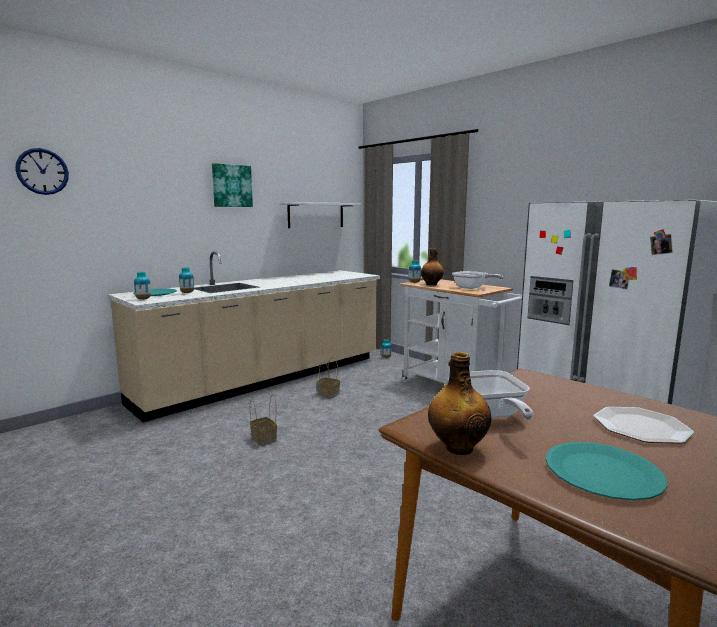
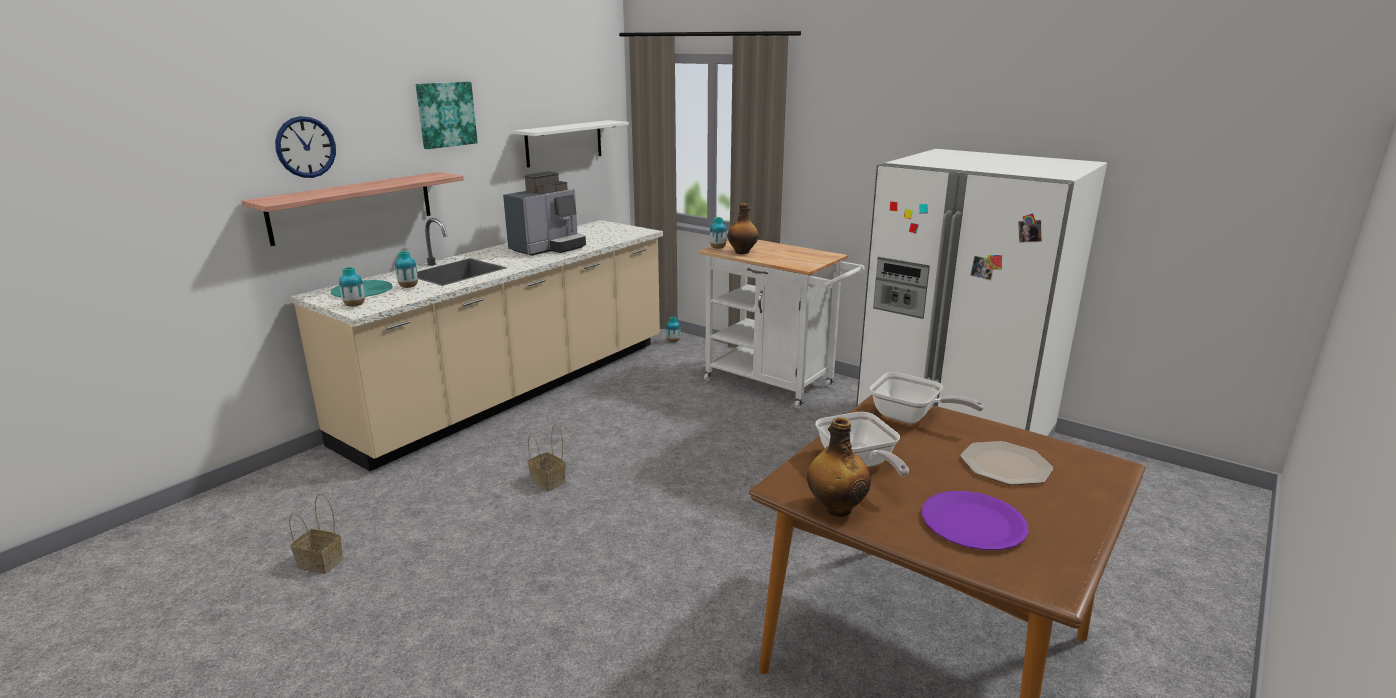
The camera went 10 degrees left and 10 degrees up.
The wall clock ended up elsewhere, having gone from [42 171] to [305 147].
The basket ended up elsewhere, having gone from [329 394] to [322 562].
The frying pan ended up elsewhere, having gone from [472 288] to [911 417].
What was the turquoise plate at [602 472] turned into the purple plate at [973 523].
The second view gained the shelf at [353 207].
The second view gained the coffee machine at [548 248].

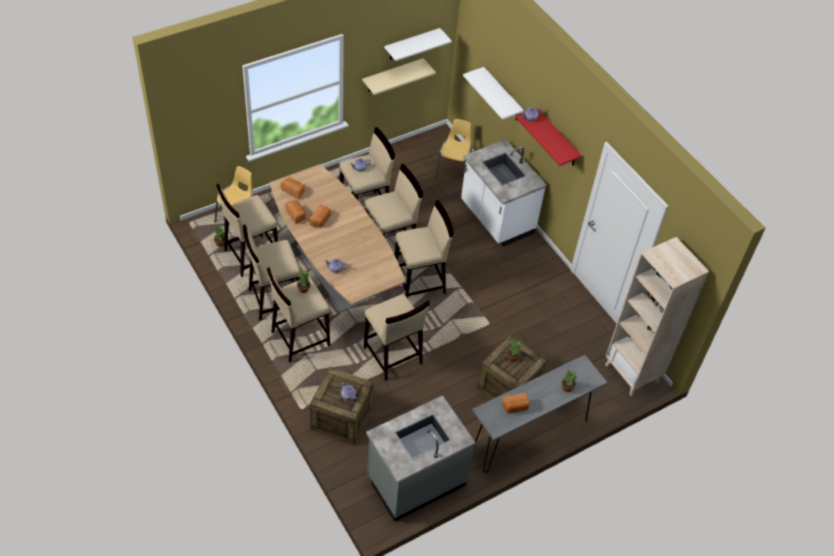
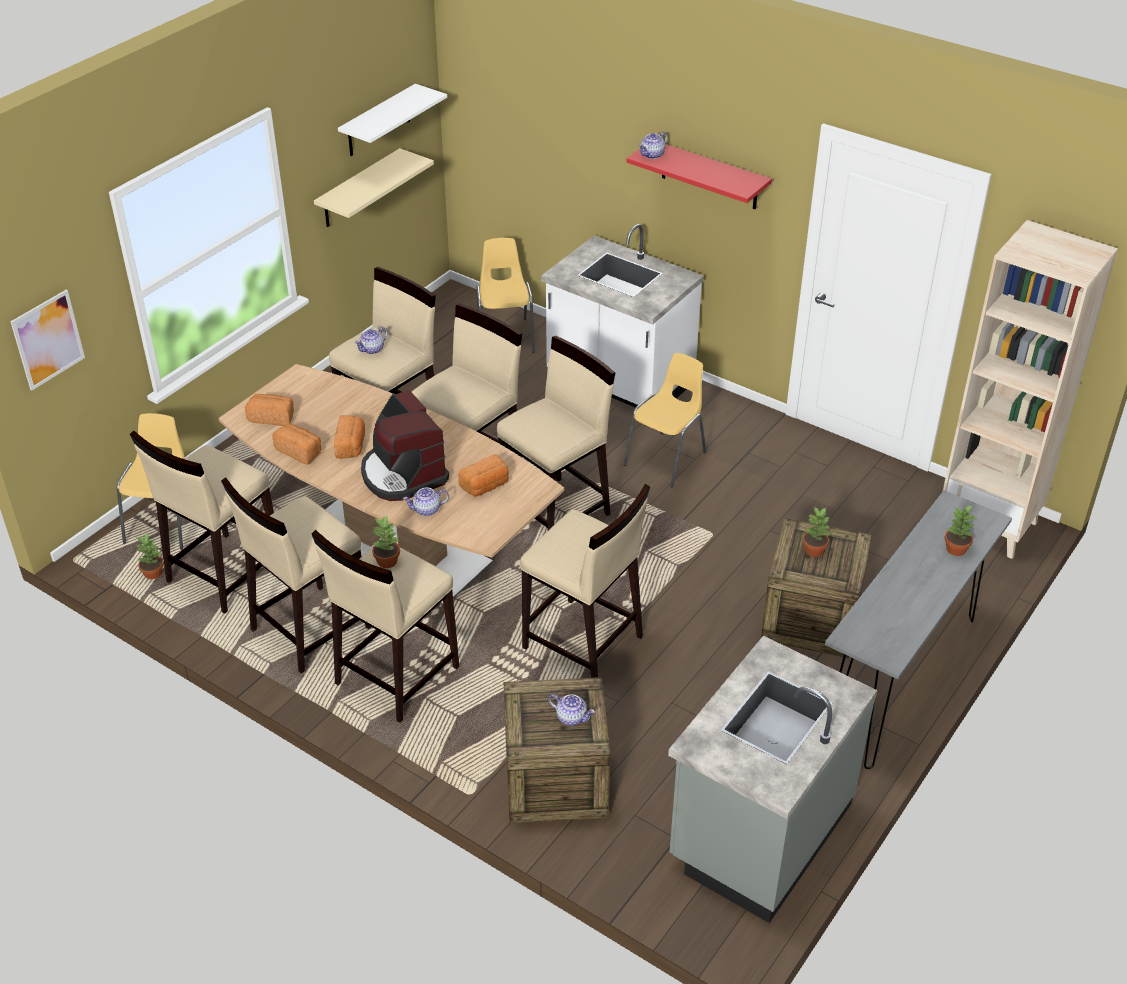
The camera went 20 degrees left and 10 degrees down.
The second view lost the white shelf at [502 95].
The bread ended up elsewhere, having gone from [515 407] to [486 486].
The second view gained the picture at [48 339].
The second view gained the coffee machine at [403 474].
The second view gained the yellow chair at [666 459].

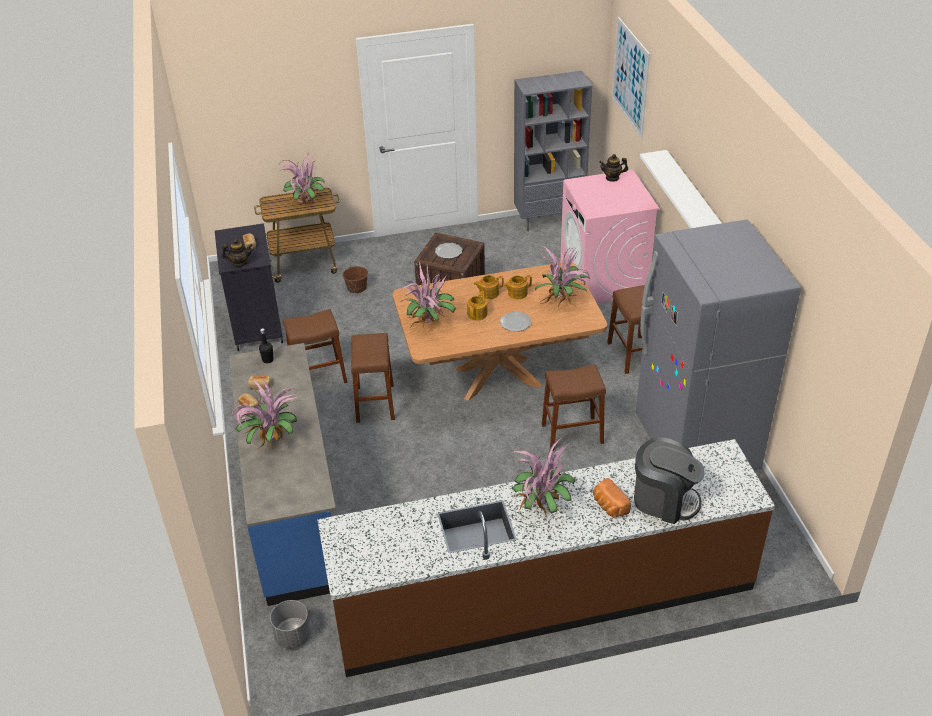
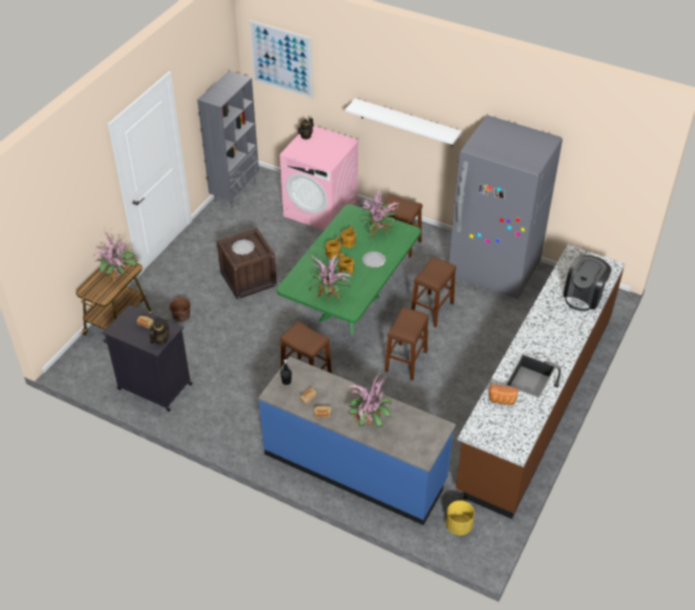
The camera went 50 degrees left and 5 degrees up.
What was the grey planter at [293 636] turned into the yellow planter at [459 526].
The brown stool ended up elsewhere, having gone from [318 377] to [406 361].
What was the brown dining table at [498 377] turned into the green dining table at [350 308].
The second view lost the potted plant at [541 507].
The bread ended up elsewhere, having gone from [609 506] to [502 401].
The coffee machine at [664 500] ended up facing another way, 150 degrees clockwise from before.

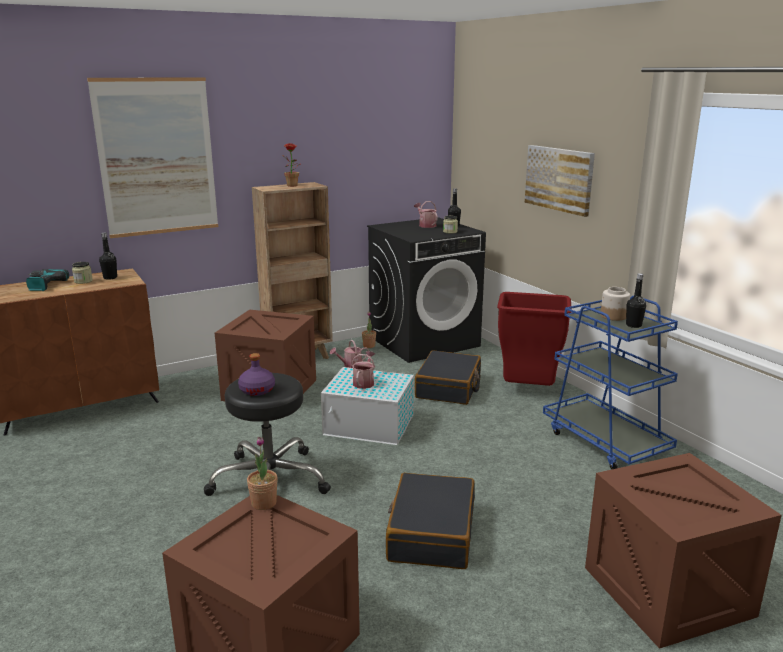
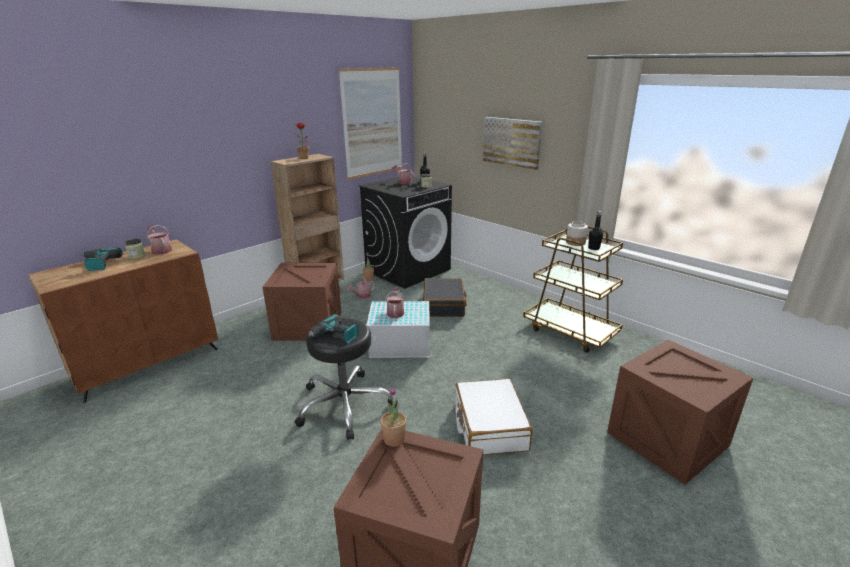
The camera went 15 degrees left and 5 degrees up.
The picture ended up elsewhere, having gone from [157 157] to [372 123].
Where the black bottle stood at [110 278], the watering can came to stand at [161 250].
Where the purple bottle stood at [257 390], the power drill came to stand at [335 336].
What was the black suitcase at [431 533] turned into the white suitcase at [489 426].
The second view lost the red trash can at [527 392].
What was the blue cart at [605 441] turned into the brown cart at [570 331].

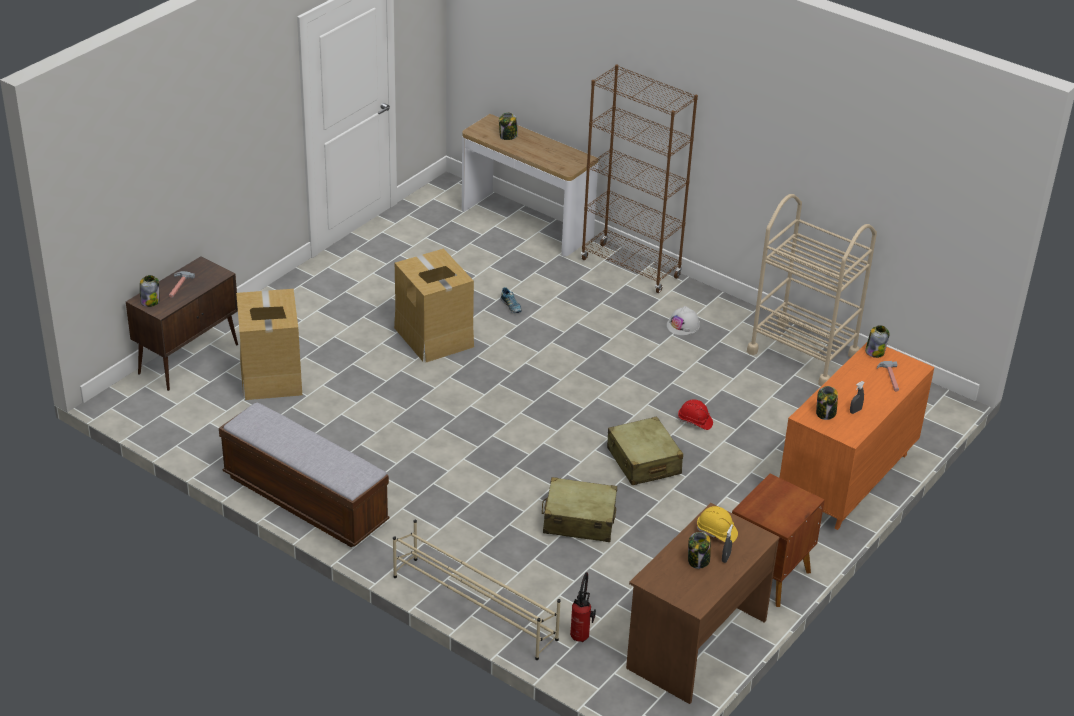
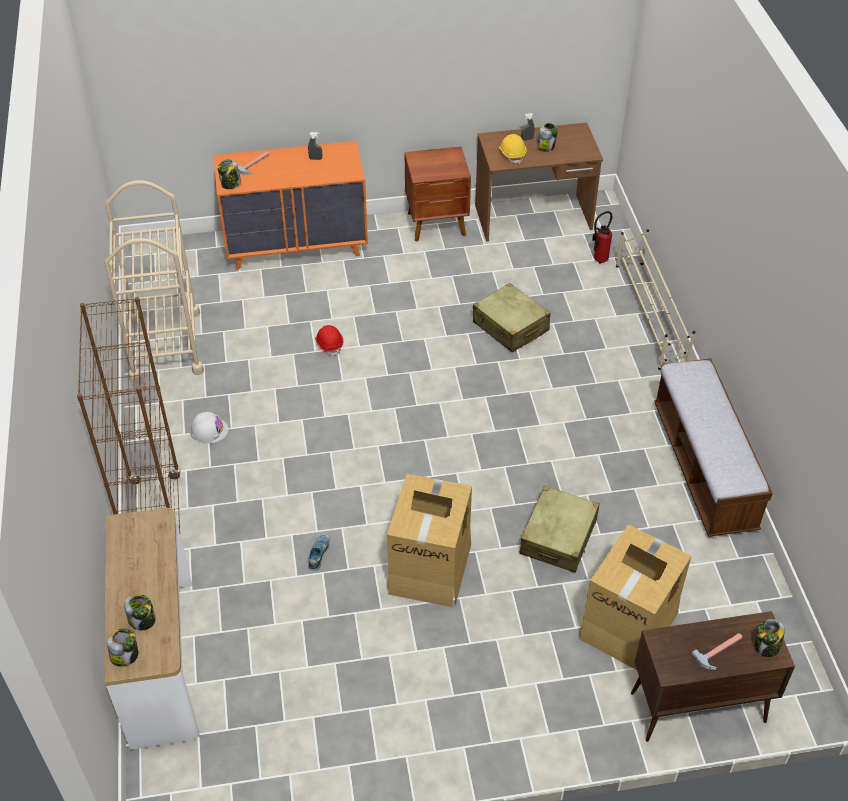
The camera went 135 degrees left and 10 degrees up.
The beige suitcase ended up elsewhere, having gone from [643 461] to [558 537].
The jar ended up elsewhere, having gone from [825 413] to [125 655].

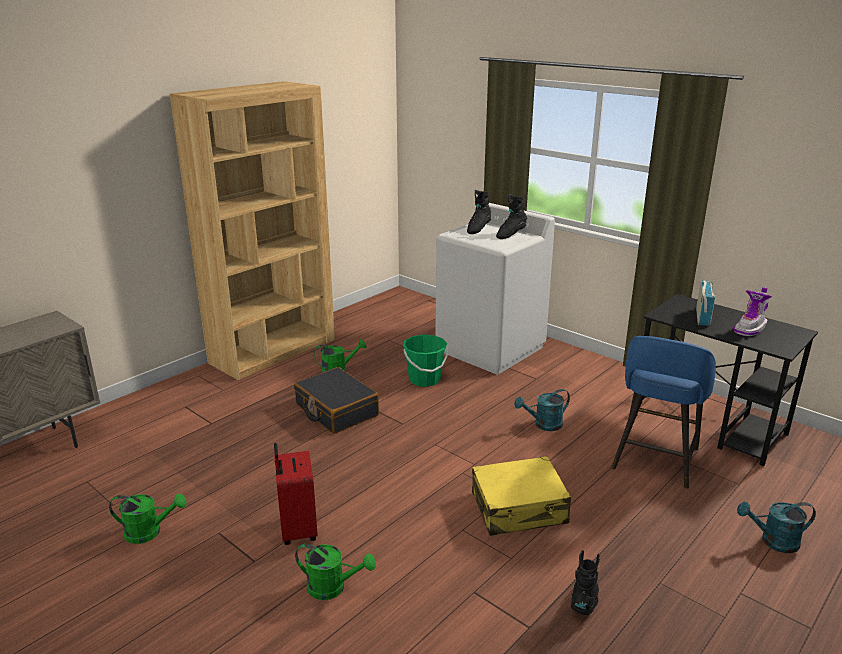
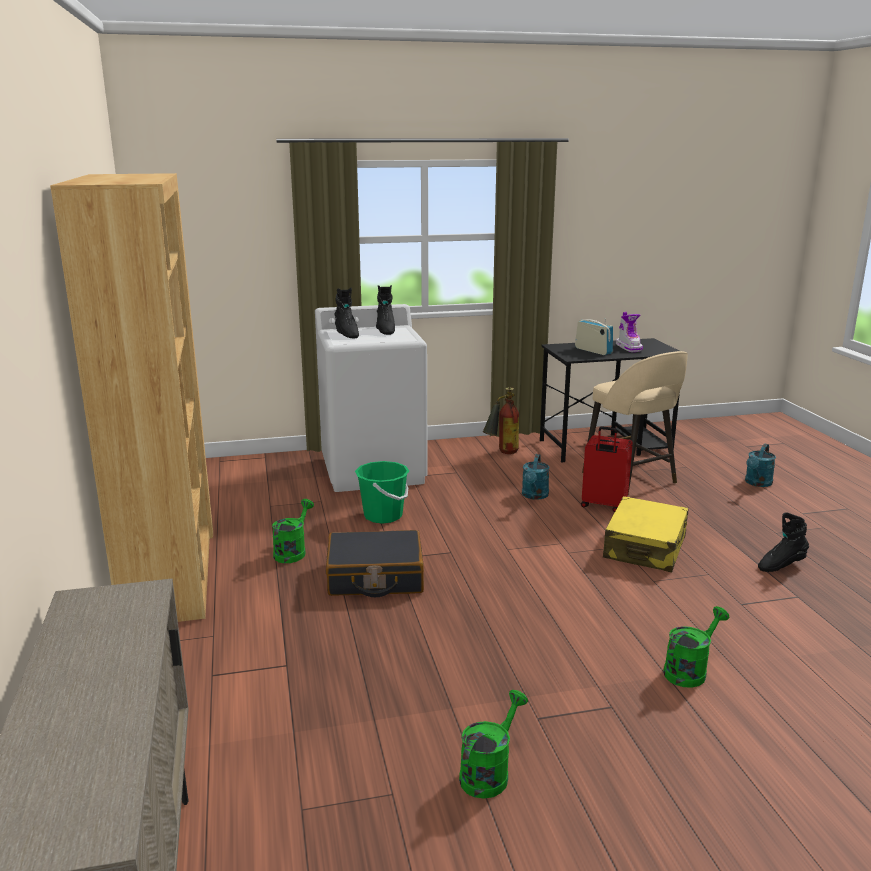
The camera went 55 degrees left and 5 degrees down.
The red suitcase ended up elsewhere, having gone from [297 530] to [603 505].
The black boot at [584 602] ended up facing another way, 75 degrees counterclockwise from before.
What was the blue stool at [654 460] turned into the beige stool at [630 479].
The second view gained the fire extinguisher at [502 453].

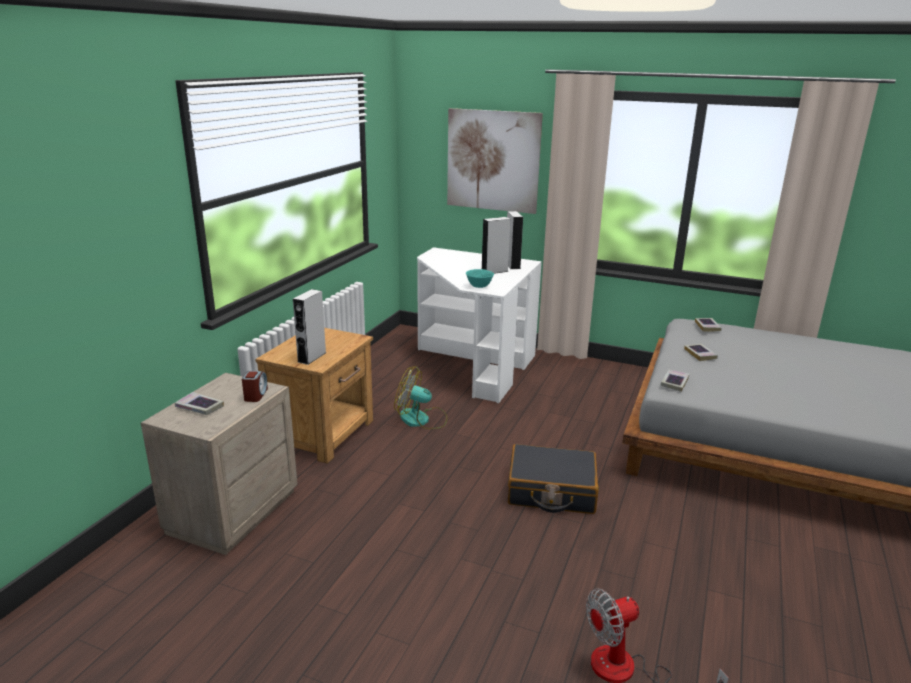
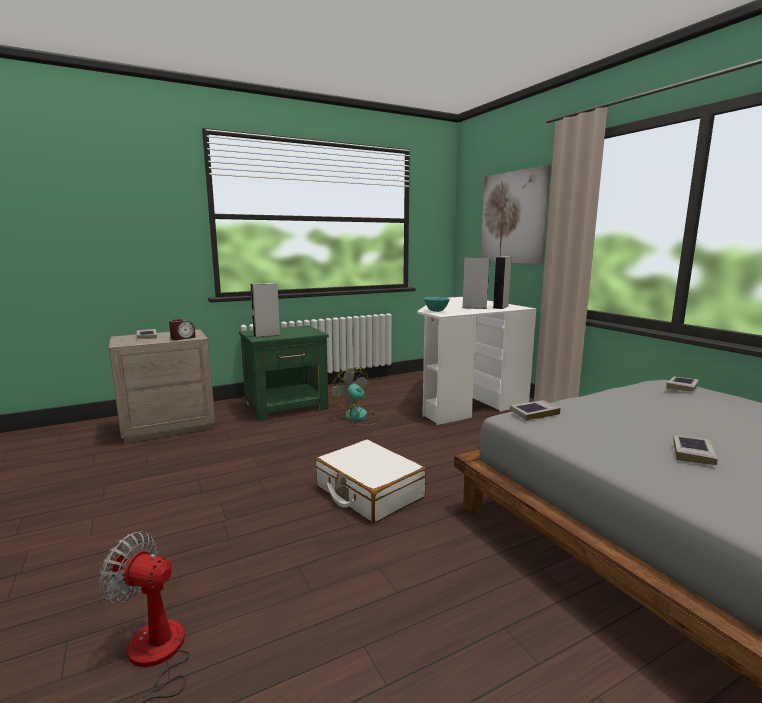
The camera went 40 degrees right and 10 degrees down.
What was the brown nightstand at [323 433] turned into the green nightstand at [287 406].
What was the black suitcase at [551 491] turned into the white suitcase at [369 492].
The book ended up elsewhere, having gone from [700 354] to [693 454].

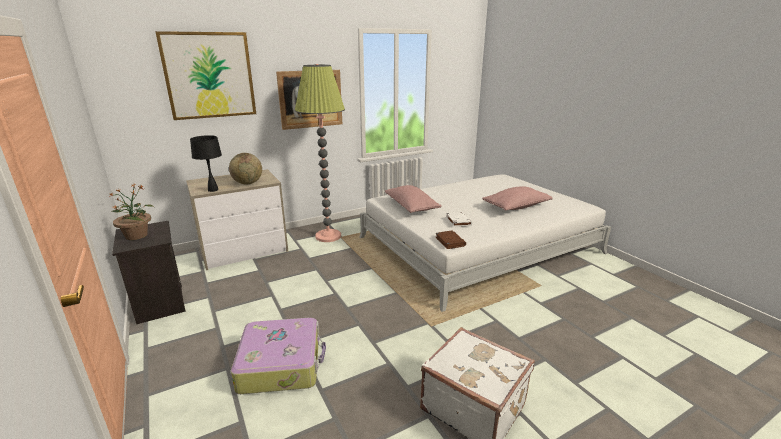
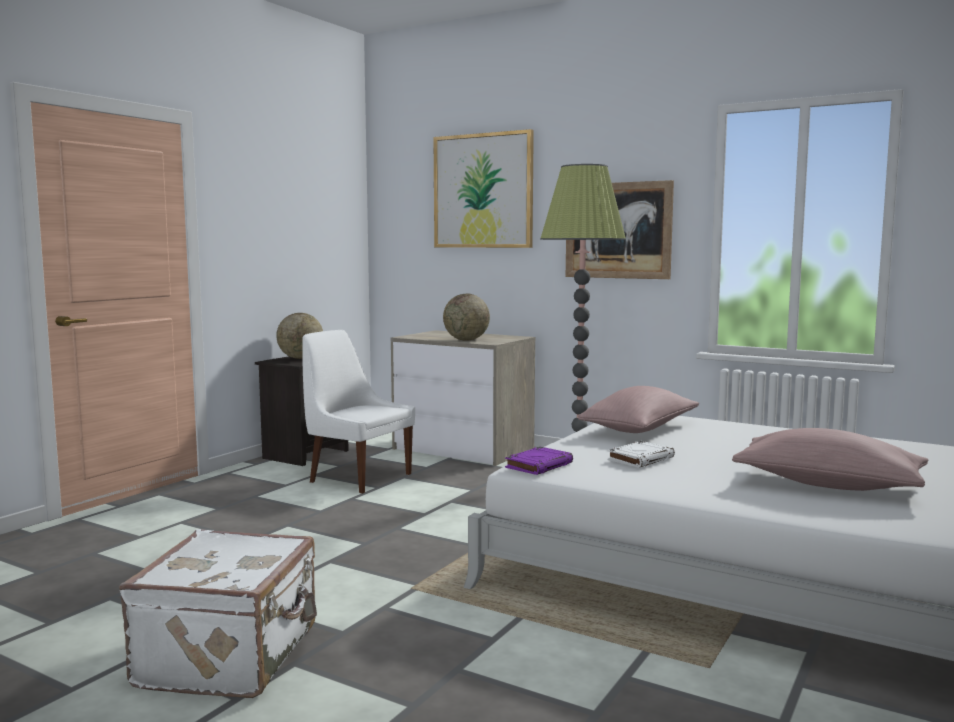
The camera went 60 degrees right and 15 degrees down.
Where the potted plant stood at [137 235], the globe came to stand at [300 358].
The second view lost the black table lamp at [213 190].
The second view lost the suitcase at [281 364].
What was the brown book at [449 241] turned into the purple book at [539 465].
The second view gained the white chair at [357 478].

